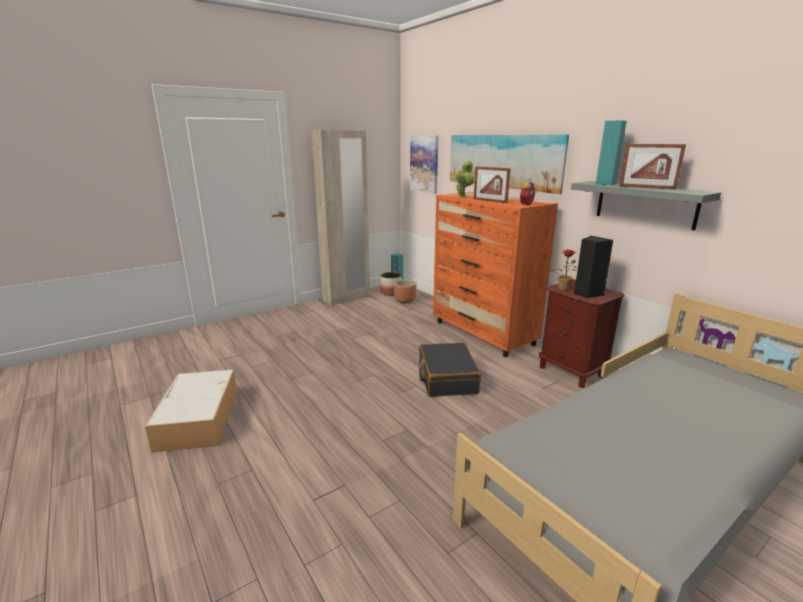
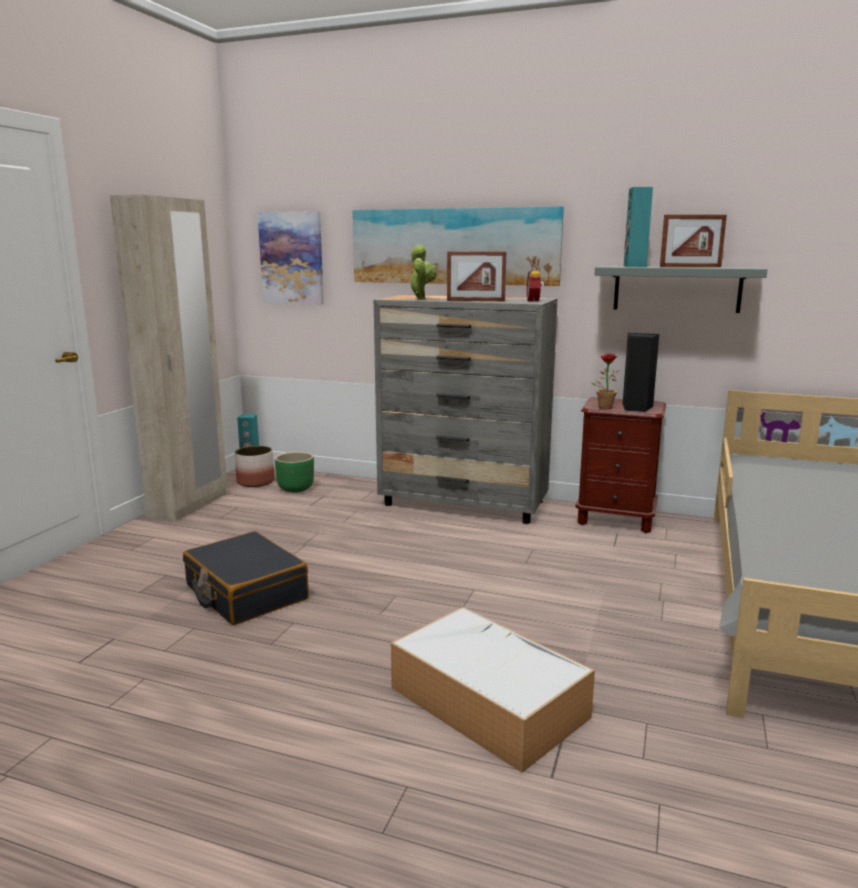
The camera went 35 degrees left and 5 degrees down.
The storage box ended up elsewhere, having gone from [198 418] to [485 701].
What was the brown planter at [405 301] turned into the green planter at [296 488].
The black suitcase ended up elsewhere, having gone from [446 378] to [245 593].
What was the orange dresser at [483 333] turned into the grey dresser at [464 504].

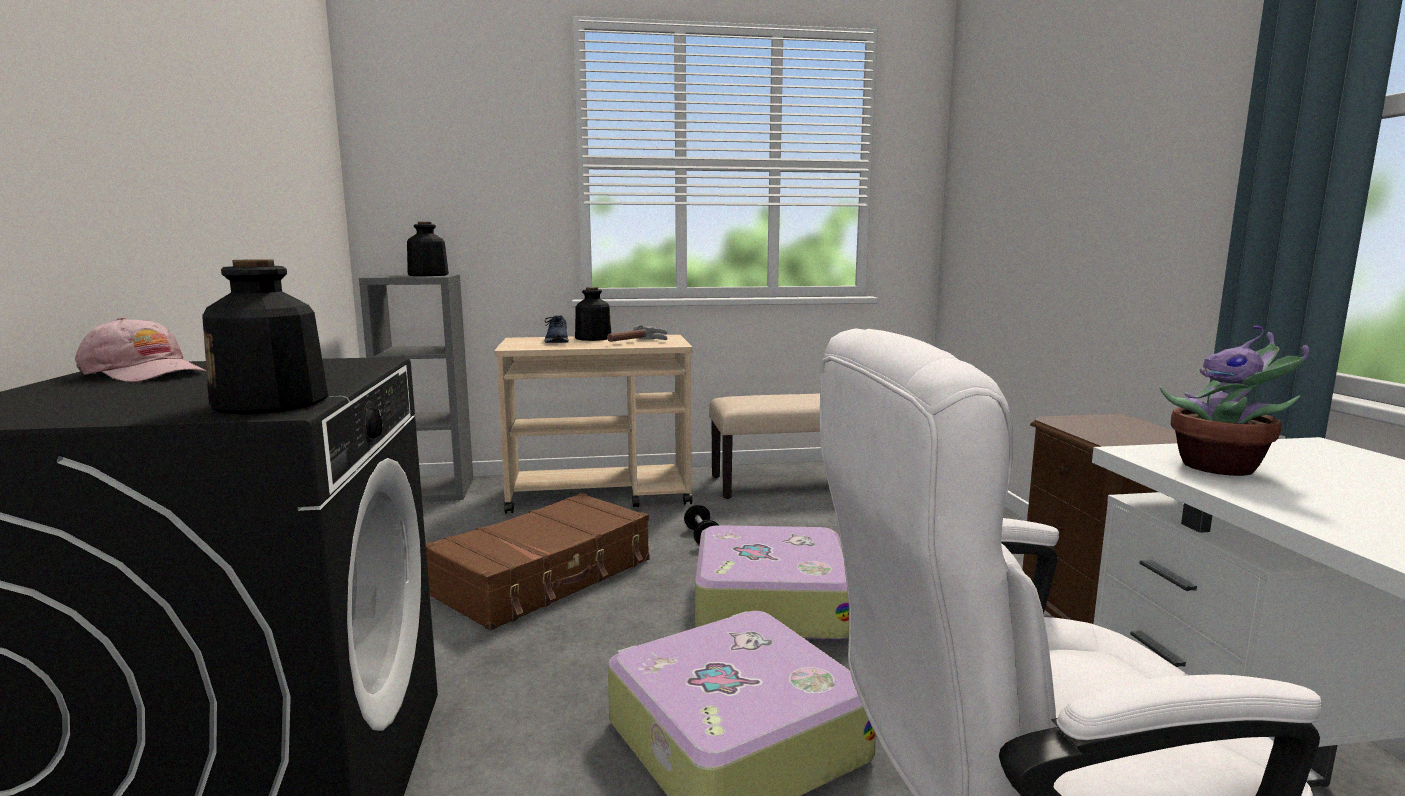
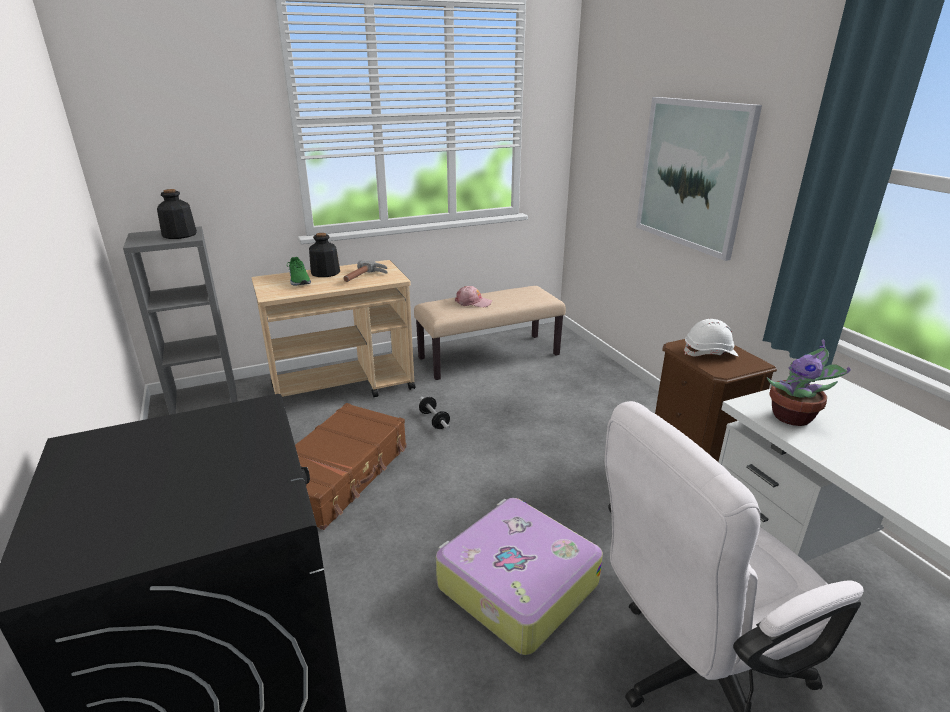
The camera went 15 degrees left and 15 degrees up.
The pink cap ended up elsewhere, having gone from [145 373] to [473 302].
The second view lost the bottle at [271 404].
What was the blue shoe at [557 341] turned into the green shoe at [299 280].
The second view lost the suitcase at [769 603].
The second view gained the picture at [692 174].
The second view gained the white hard hat at [710 353].

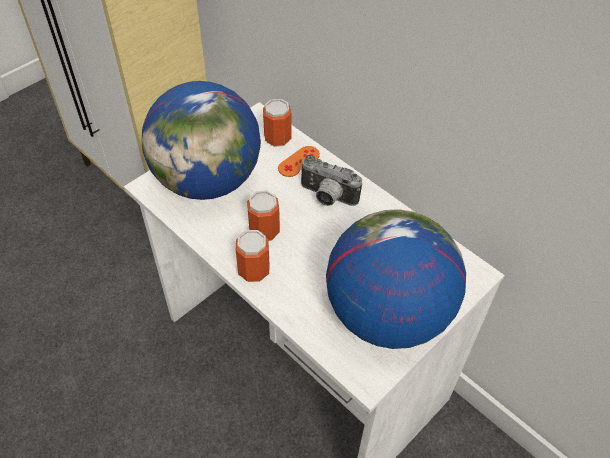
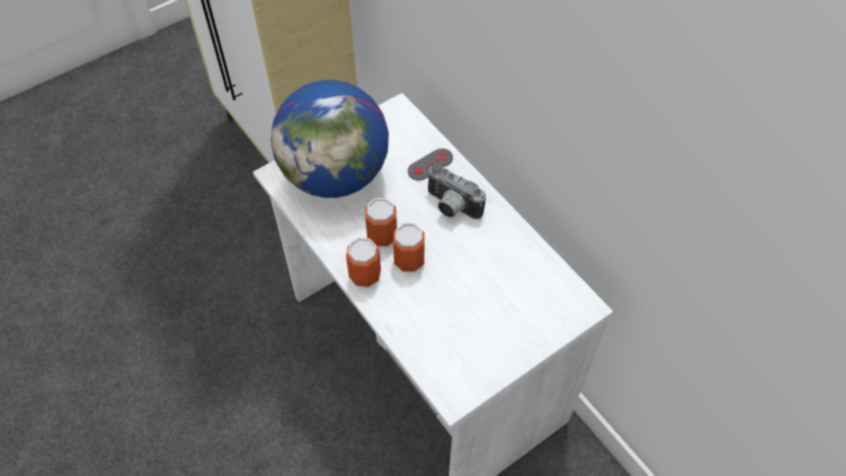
The camera went 10 degrees right and 5 degrees up.
The can ended up elsewhere, having gone from [277 138] to [409 260].
What was the orange game controller at [299 161] turned into the grey game controller at [430 164].
The second view lost the globe at [386 314].

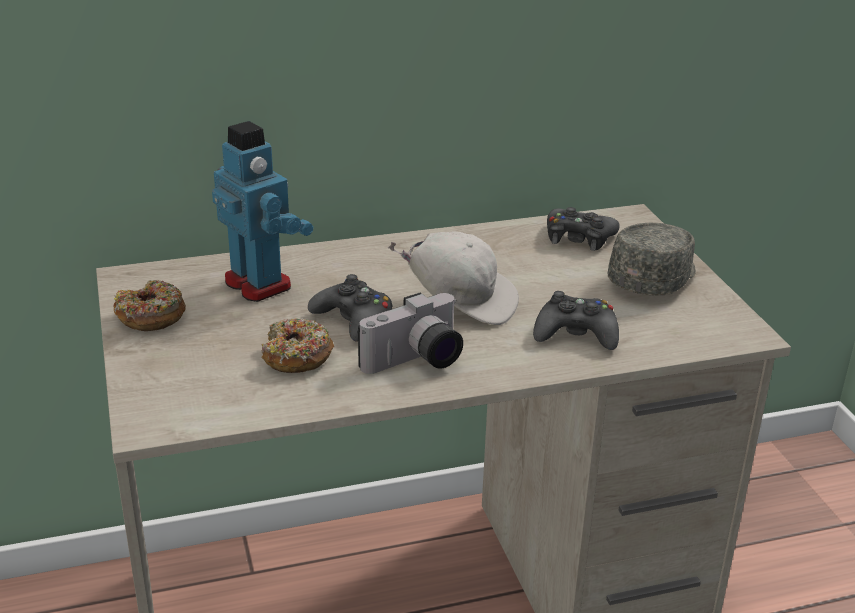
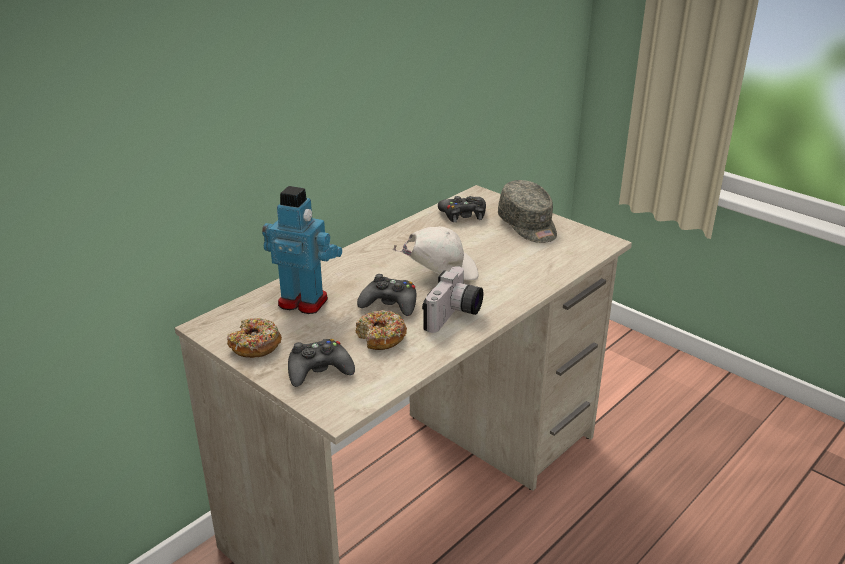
The camera went 30 degrees left and 0 degrees up.
The black game controller ended up elsewhere, having gone from [576 334] to [319 370].
The grey cap at [654 278] ended up facing another way, 150 degrees clockwise from before.

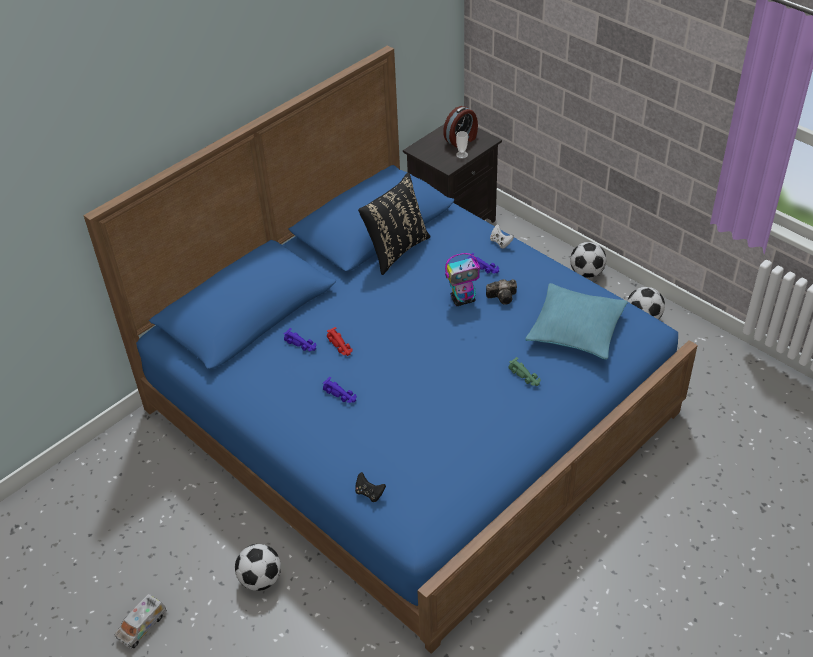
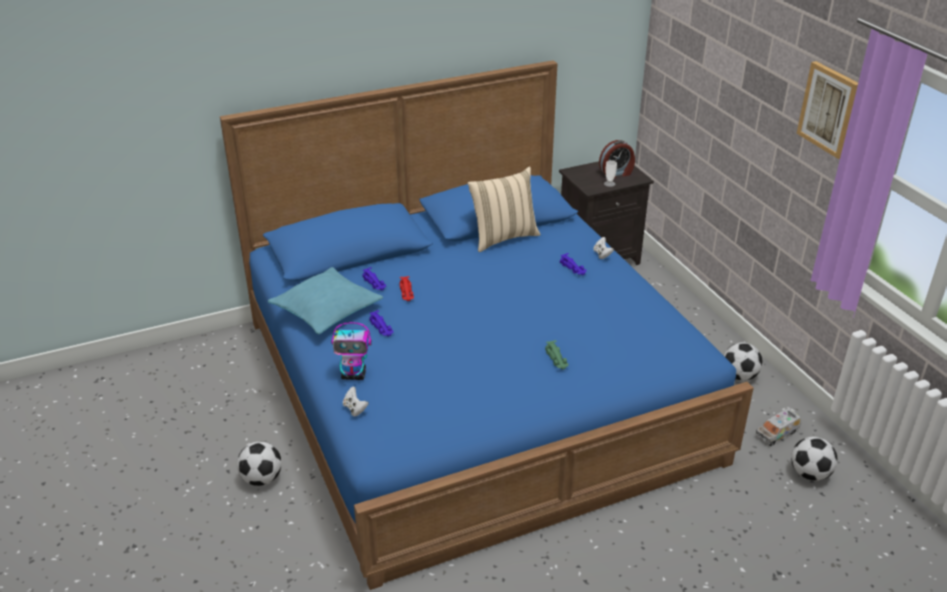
The camera went 20 degrees right and 10 degrees down.
The toy truck ended up elsewhere, having gone from [142 626] to [777 433].
What was the black game controller at [369 493] turned into the white game controller at [355 409].
What was the black pillow at [395 250] turned into the beige pillow at [503 237].
The toy robot ended up elsewhere, having gone from [463 299] to [354 375].
The second view lost the photo camera at [503 297].
The turquoise pillow ended up elsewhere, having gone from [576 329] to [326 310].
The football ended up elsewhere, having gone from [586 273] to [809 474].
The second view gained the picture at [829 109].

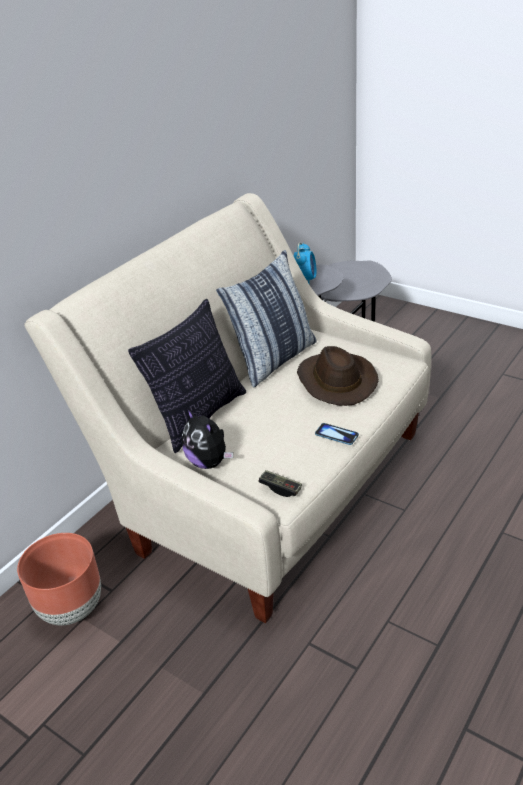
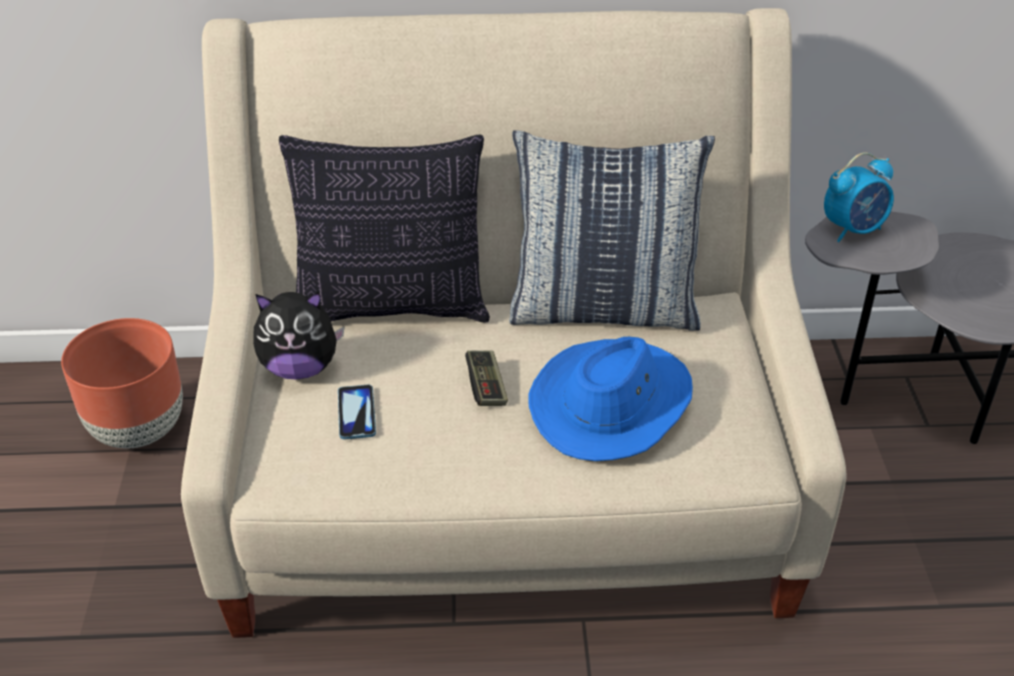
The camera went 50 degrees right and 5 degrees up.
The plush toy at [209 462] ended up facing another way, 105 degrees counterclockwise from before.
The game controller ended up elsewhere, having gone from [280 488] to [486 387].
What was the brown hat at [335 381] turned into the blue hat at [612 403].
The phone ended up elsewhere, having gone from [336 435] to [356 413].

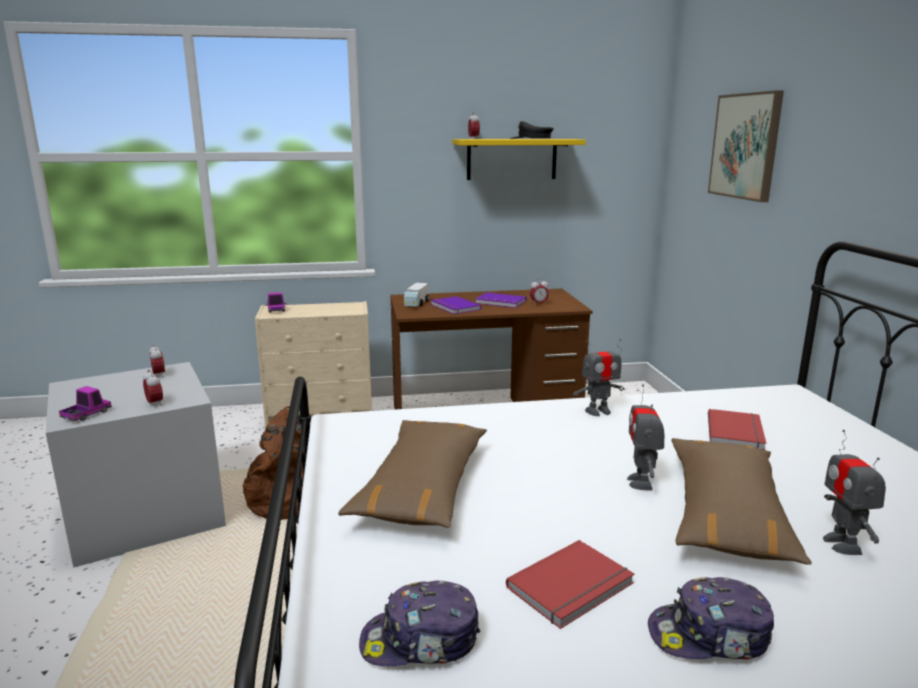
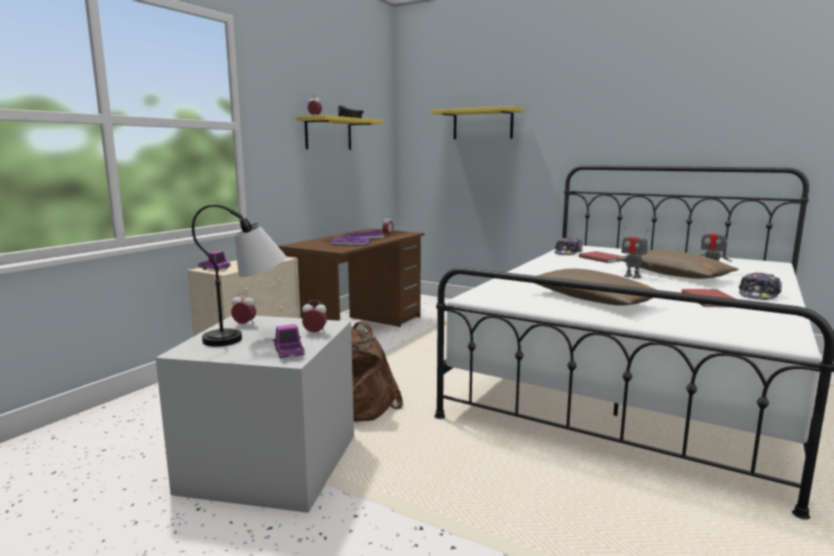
The camera went 50 degrees left and 5 degrees down.
The cap ended up elsewhere, having gone from [421 641] to [568 253].
The second view lost the toy truck at [416 304].
The second view lost the toy robot at [598 411].
Where the picture hung at [745 146], the yellow shelf came to hang at [482 124].
The second view gained the table lamp at [249 337].

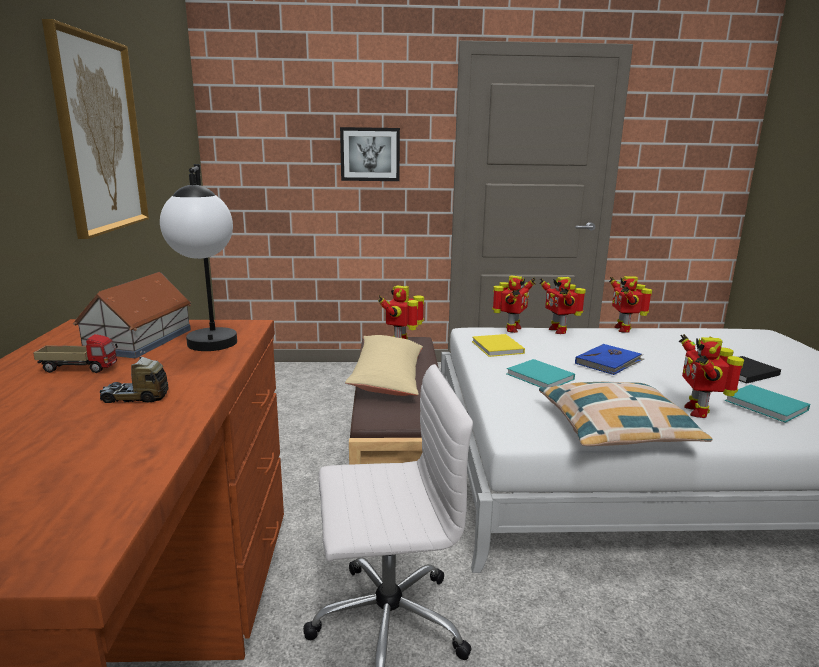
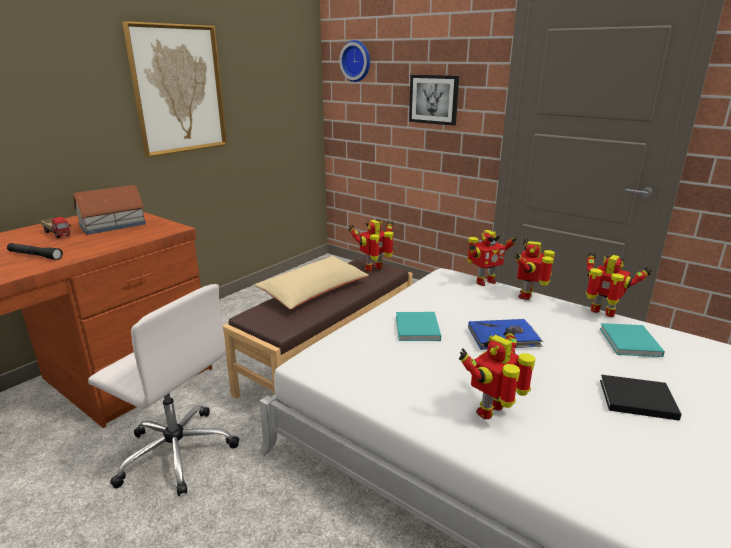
The camera went 40 degrees right and 5 degrees up.
Where the toy truck stood at [135 398], the black flashlight came to stand at [35 256].
The second view lost the table lamp at [211 349].
The second view lost the yellow book at [498 348].
The second view lost the pillow at [616 428].
The toy robot at [624 329] ended up facing another way, 90 degrees clockwise from before.
The turquoise book ended up elsewhere, having gone from [768 406] to [630 343].
The second view gained the wall clock at [357 61].

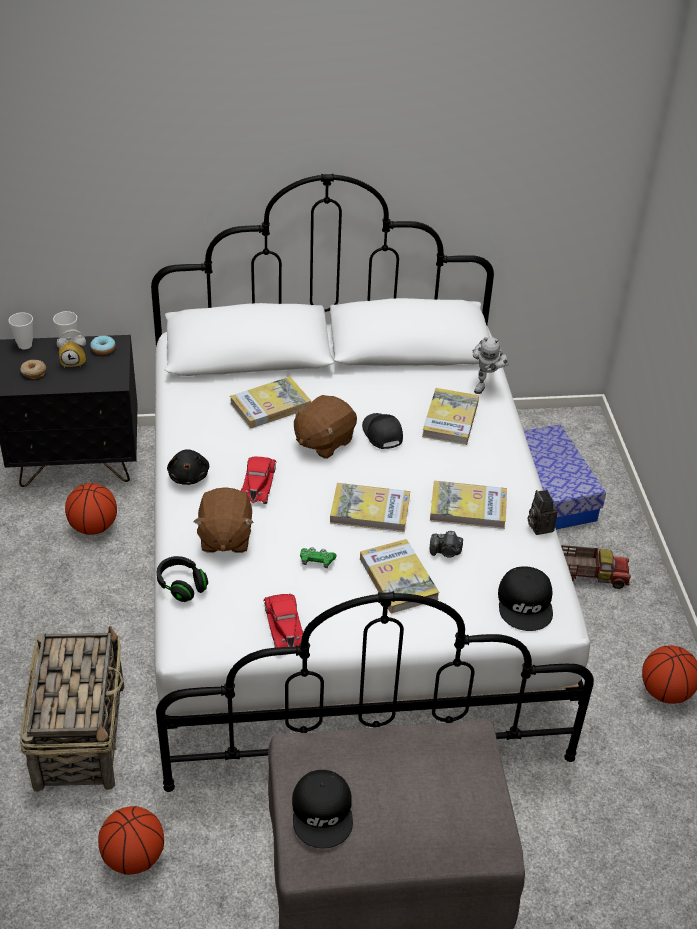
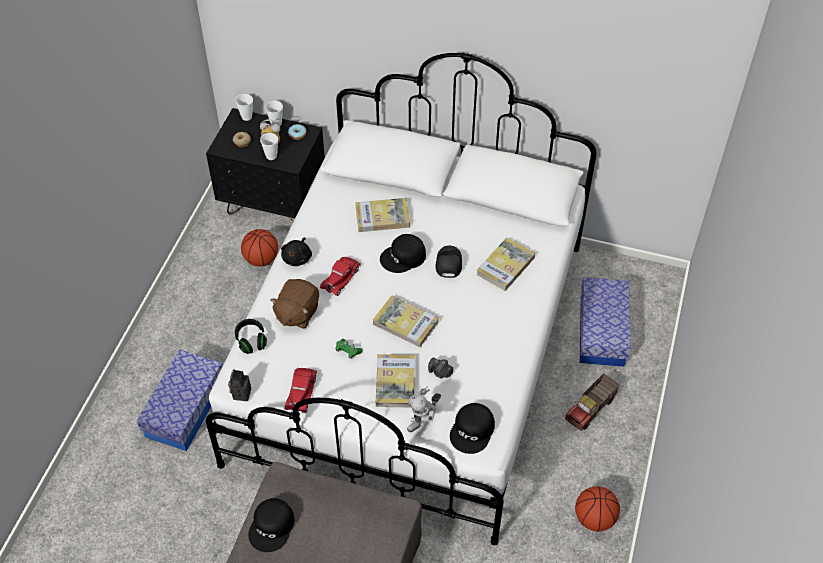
The camera went 25 degrees right and 10 degrees up.
Where the basket stood at [80 734], the storage box came to stand at [185 409].
The second view lost the basketball at [134 857].
Where the brown plush toy stood at [323 441], the black cap came to stand at [403 257].
The second view lost the book at [468 508].
The toy robot ended up elsewhere, having gone from [486 384] to [424 422].
The photo camera ended up elsewhere, having gone from [539 526] to [241 393].
The toy truck at [589 575] ended up facing another way, 105 degrees clockwise from before.
The second view gained the cup at [271 156].

